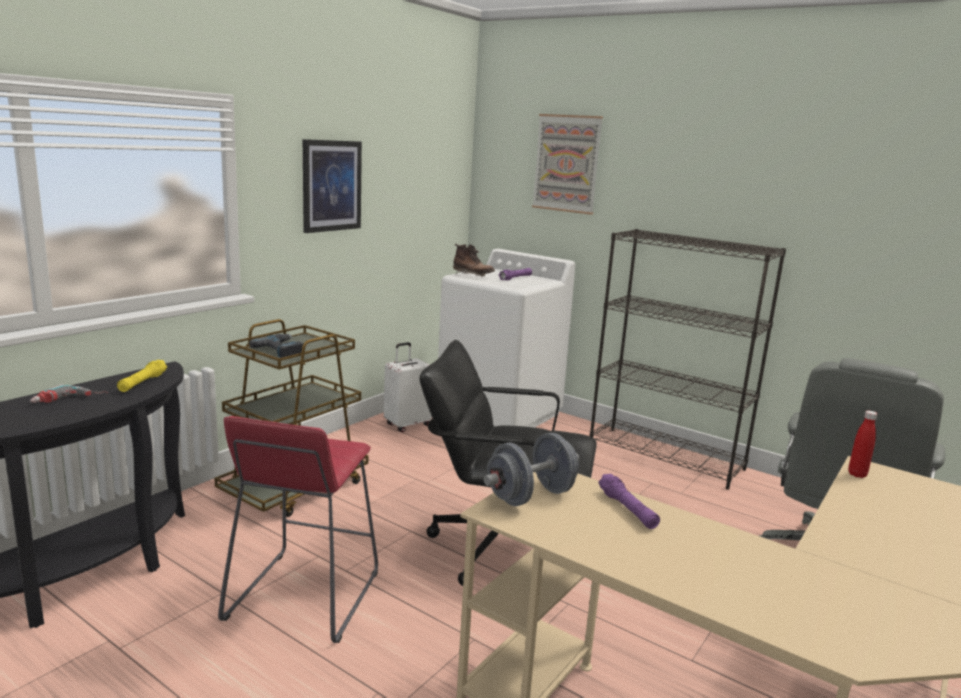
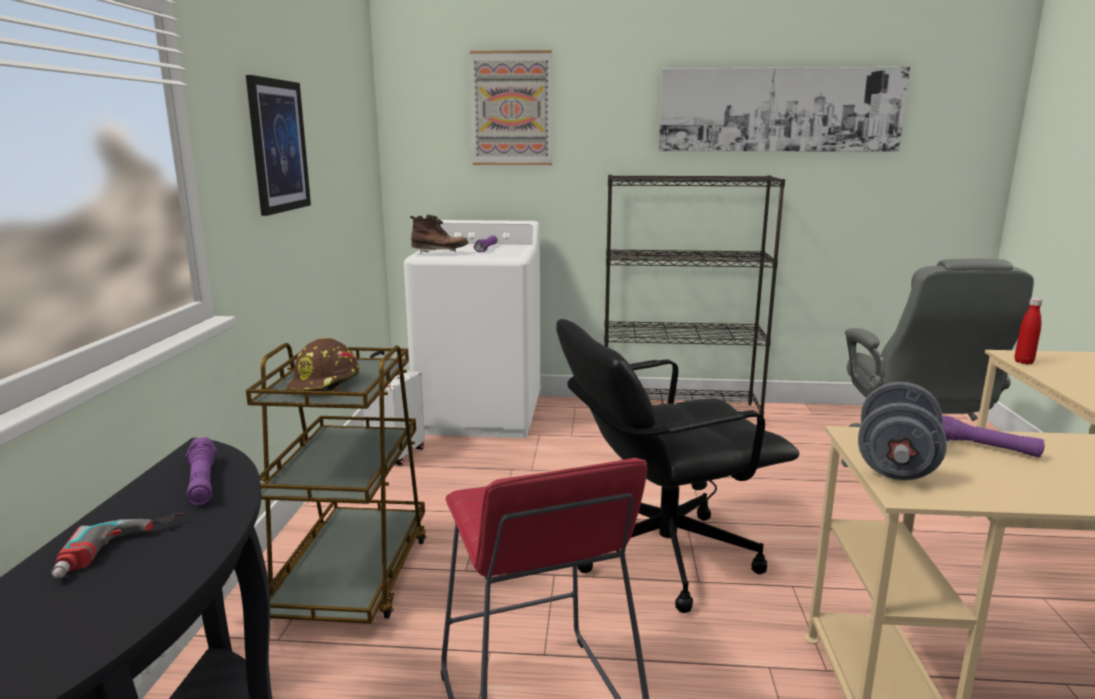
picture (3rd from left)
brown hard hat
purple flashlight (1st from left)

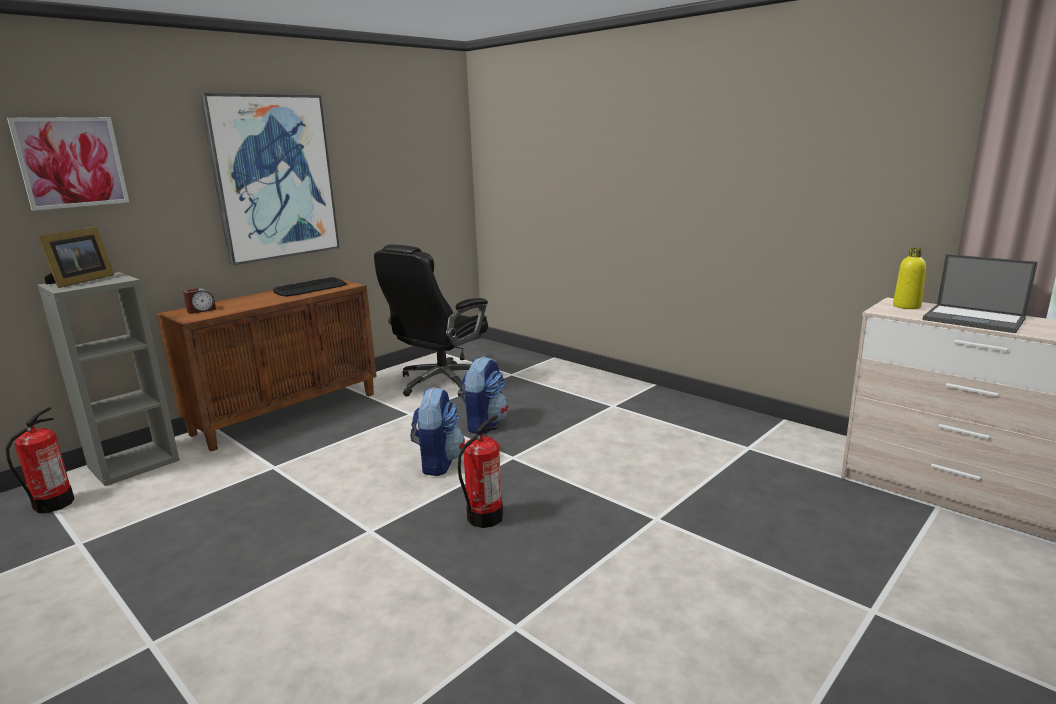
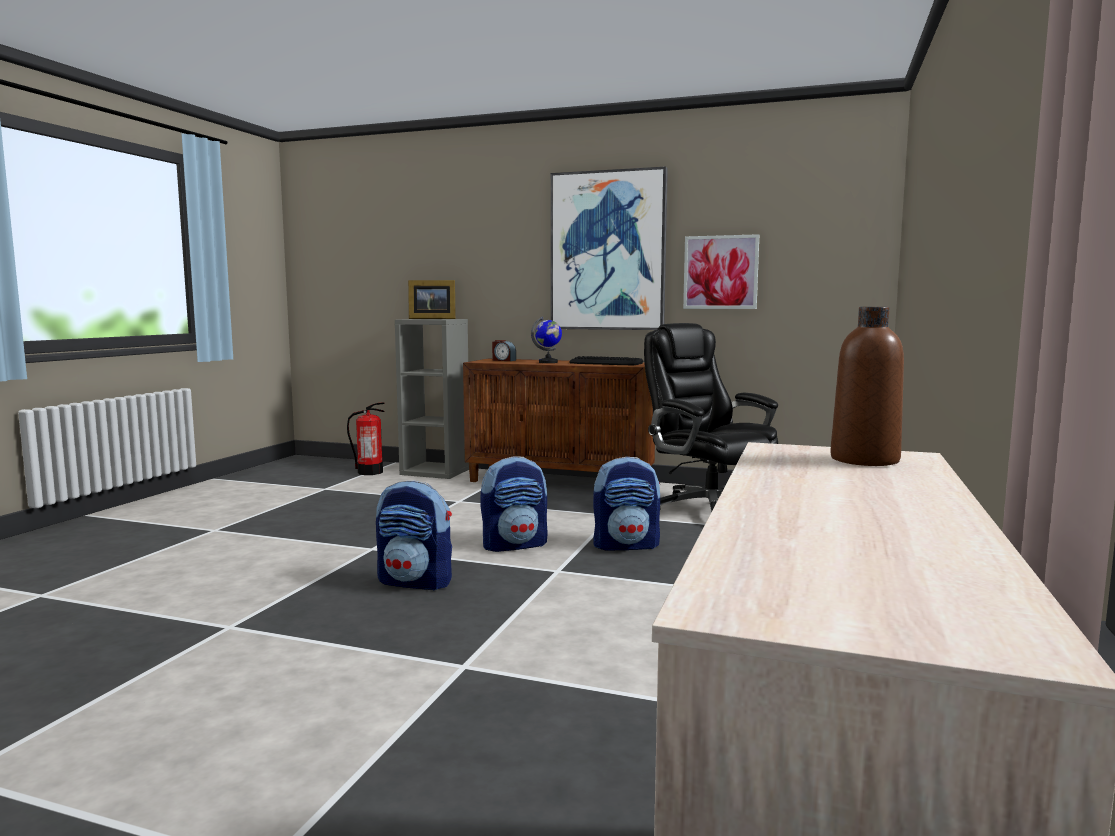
laptop
globe
picture (2nd from left)
backpack (1st from left)
brown bottle
black office chair

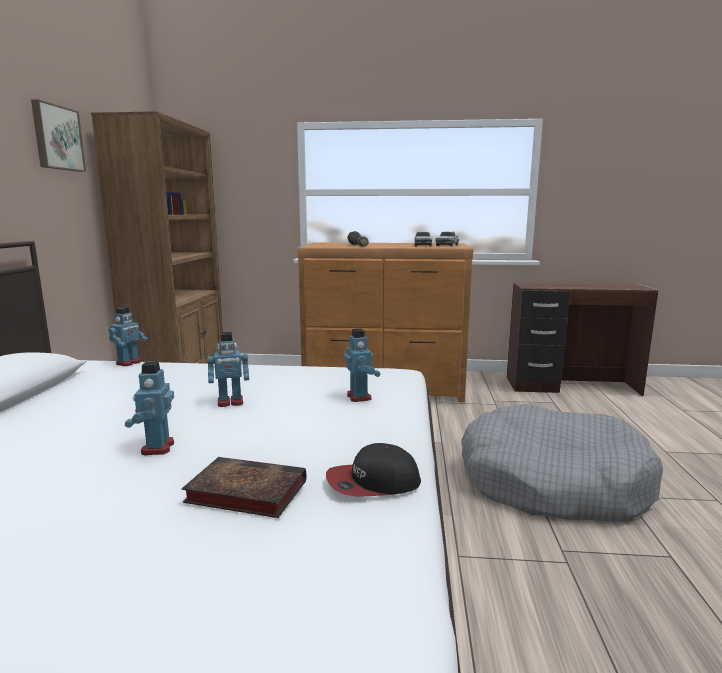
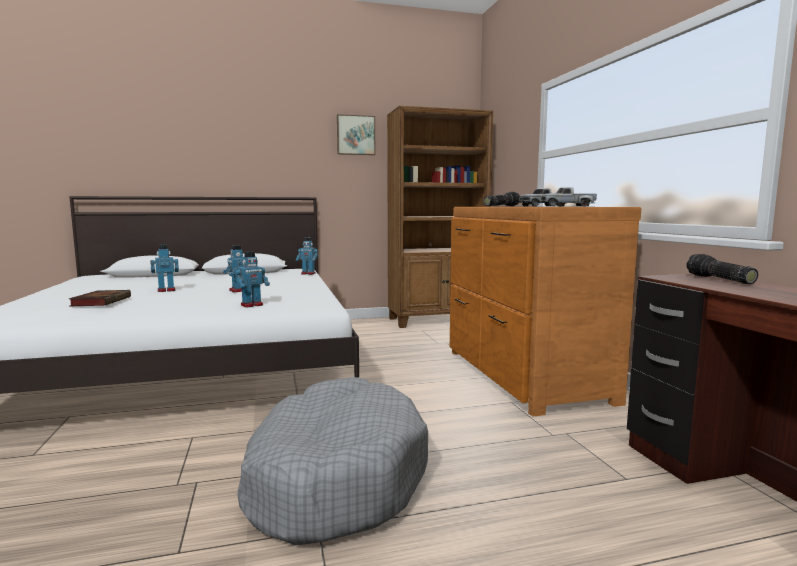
cap
flashlight (2nd from left)

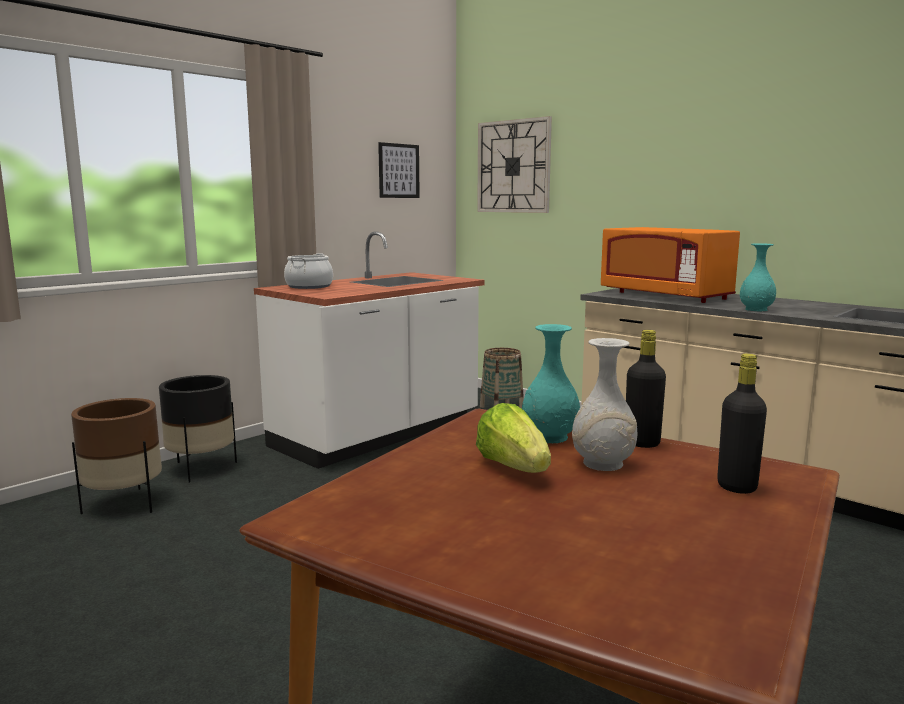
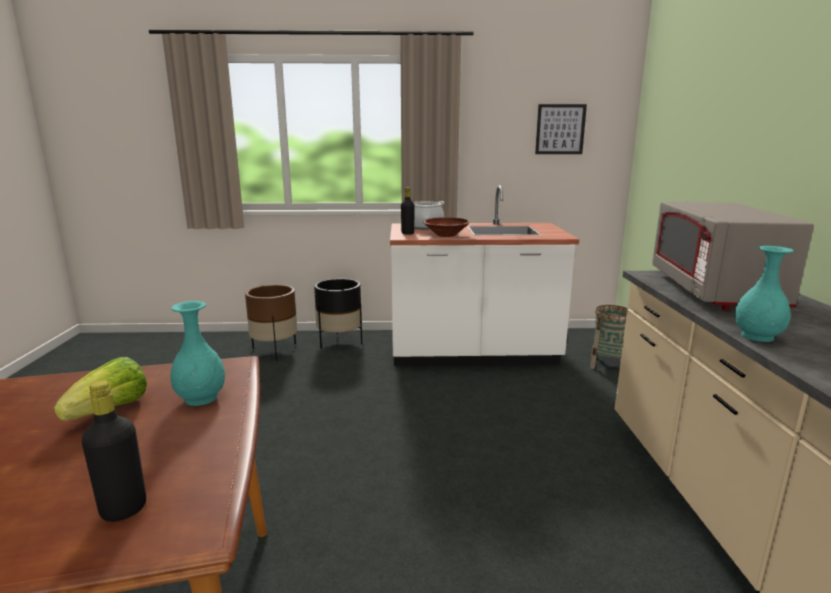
wall clock
white vase
brown bowl
black bottle (2nd from left)
grey microwave

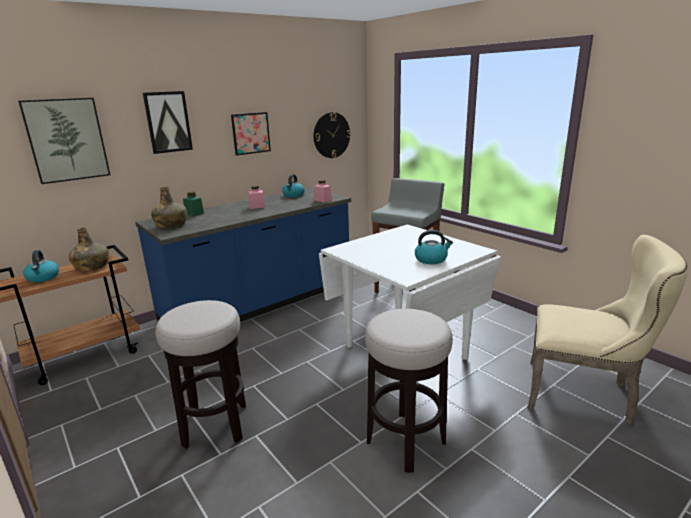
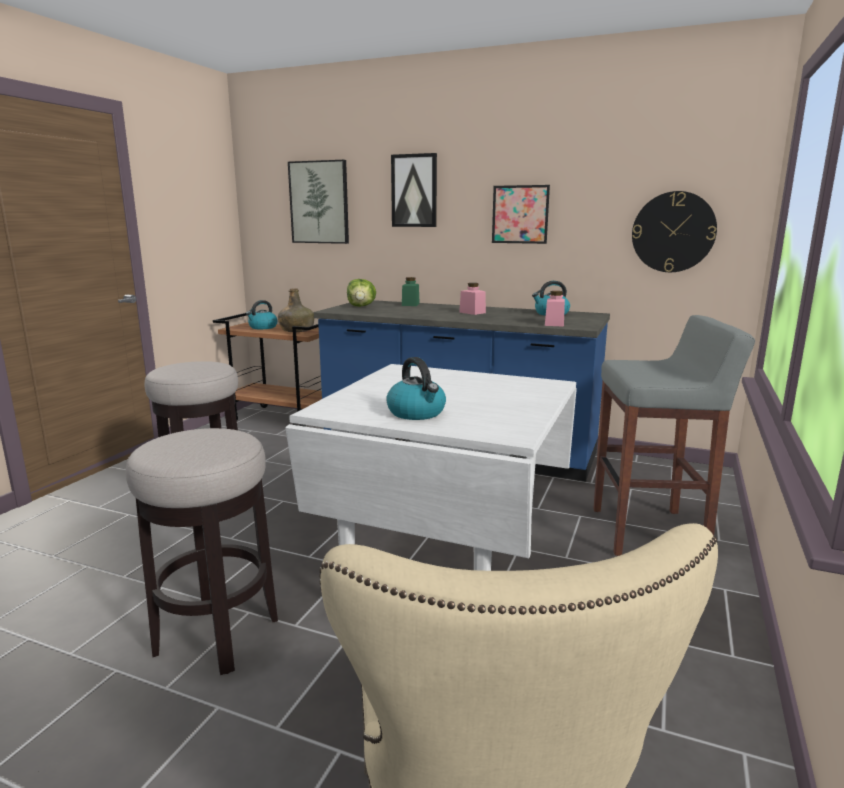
lettuce

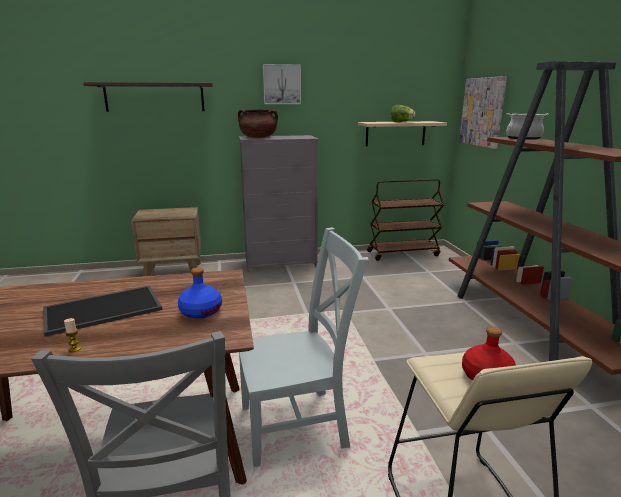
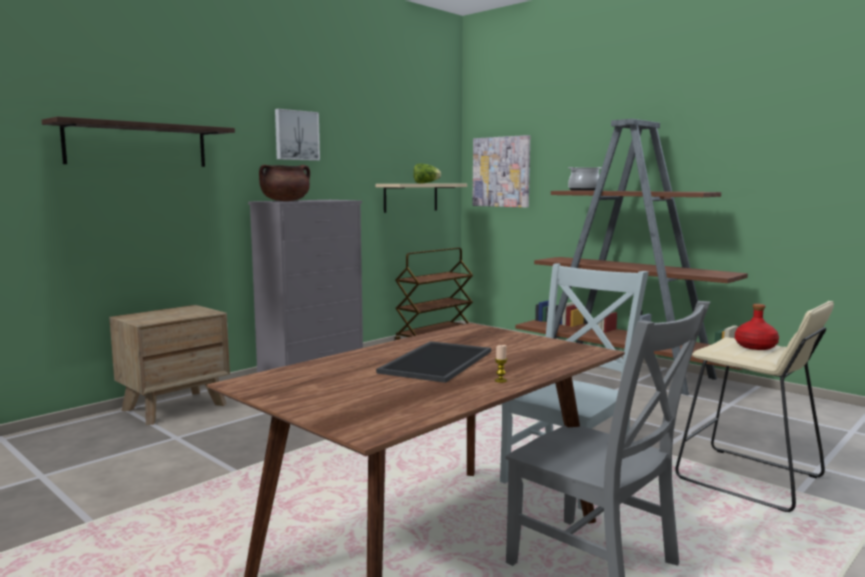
blue bottle

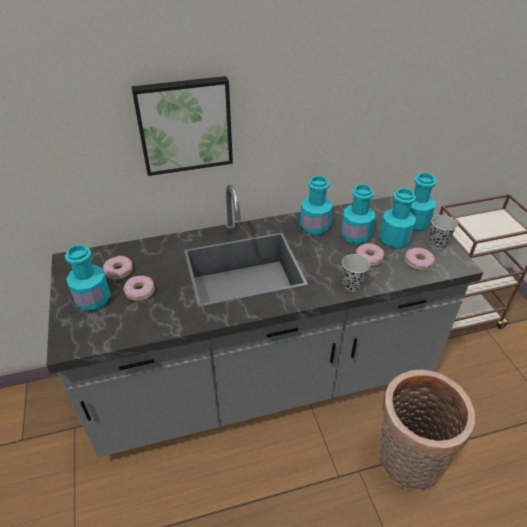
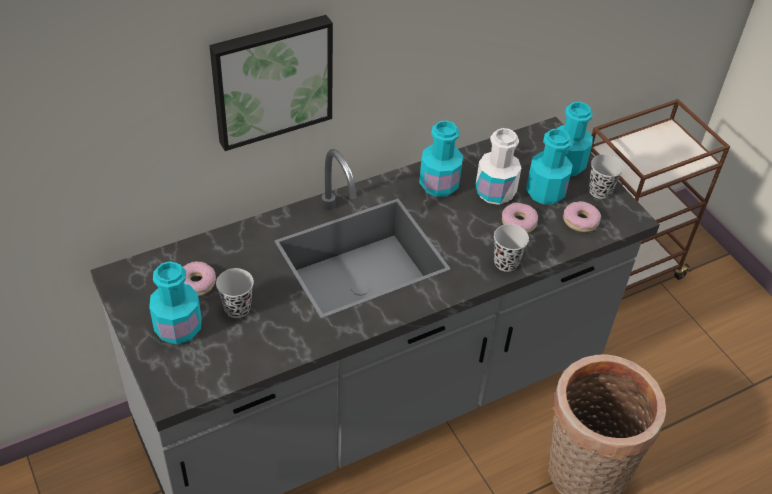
black cup (1st from left)
white bottle

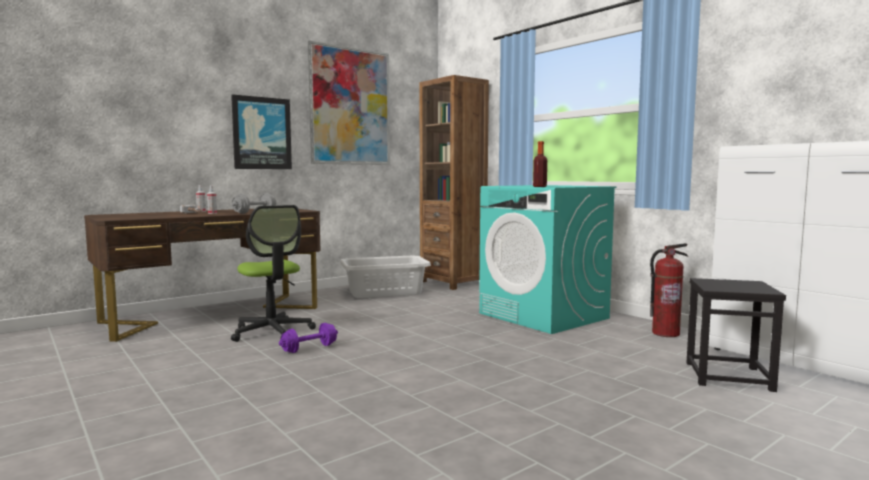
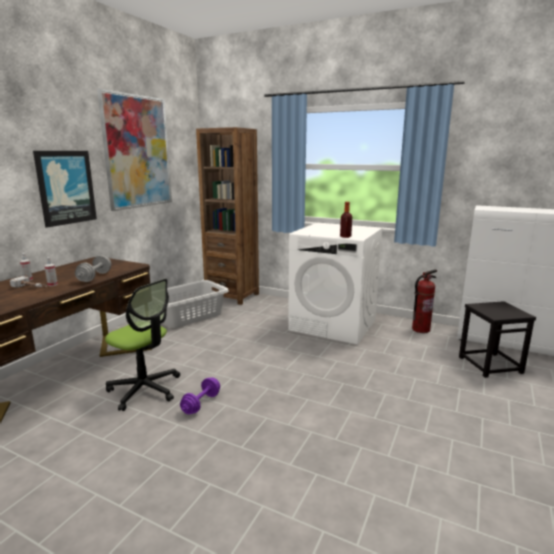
white washing machine

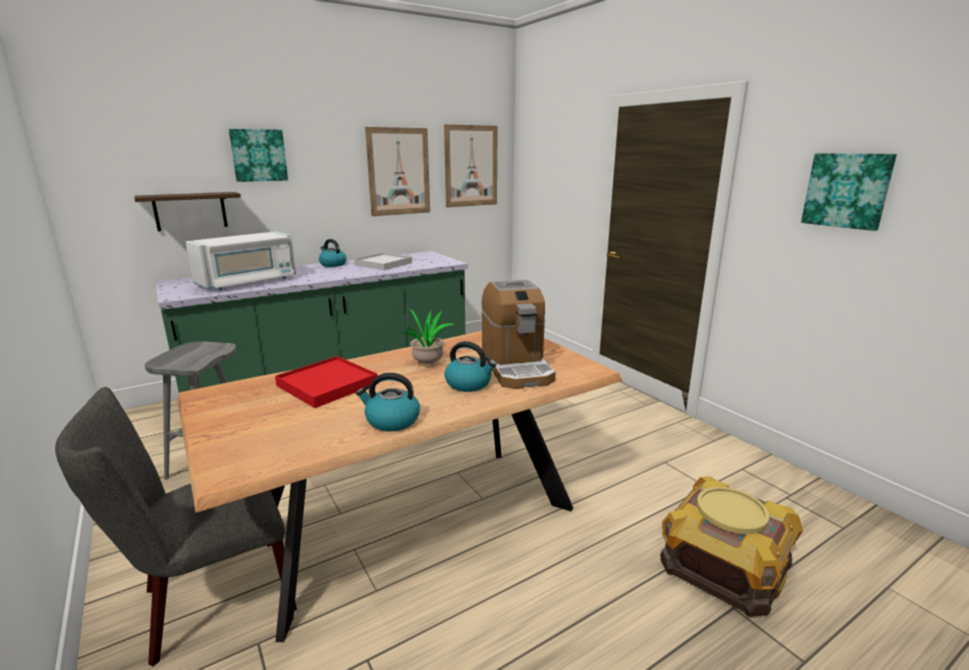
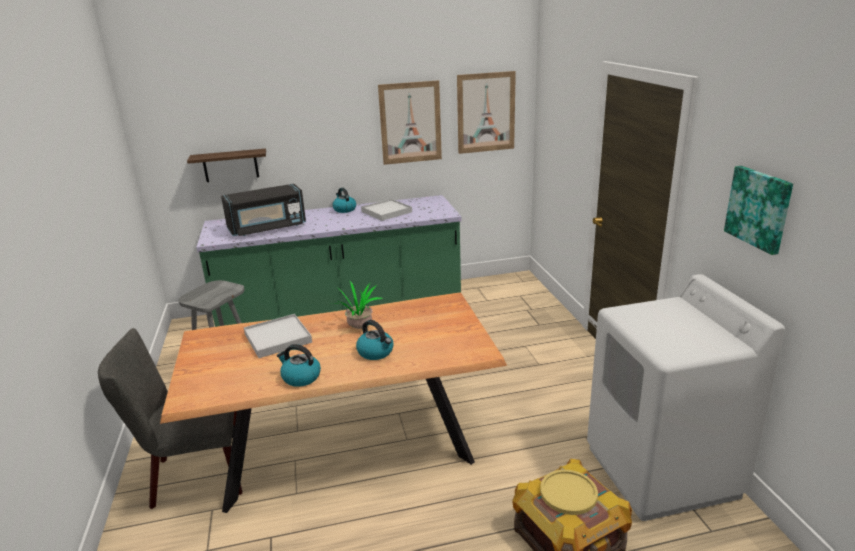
picture (1st from left in the first image)
coffee machine
white washing machine
black microwave
white tray (1st from left)

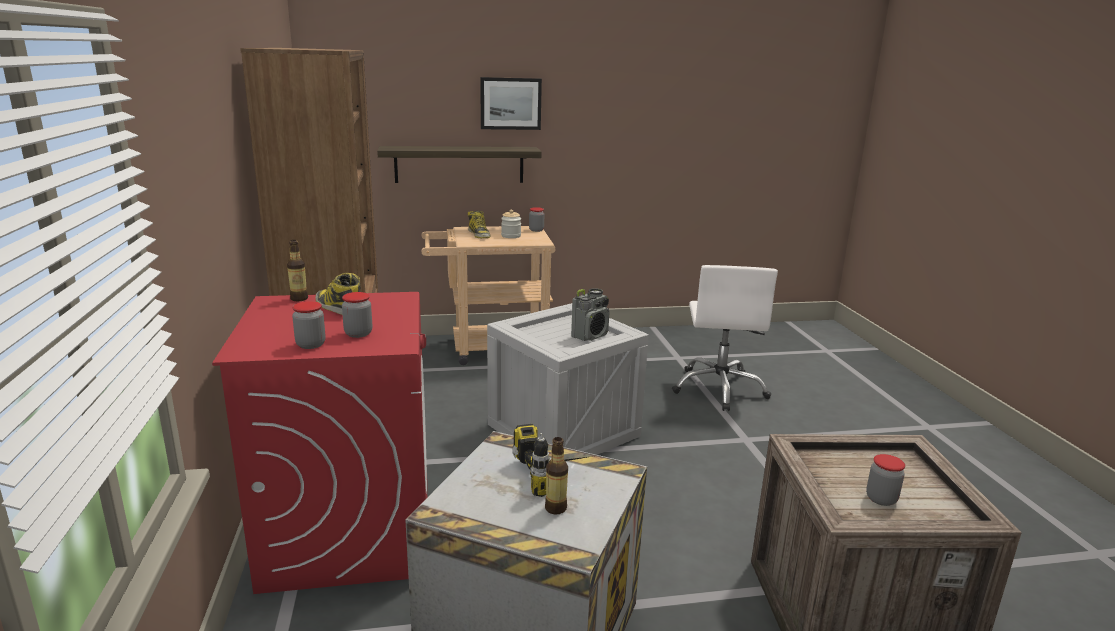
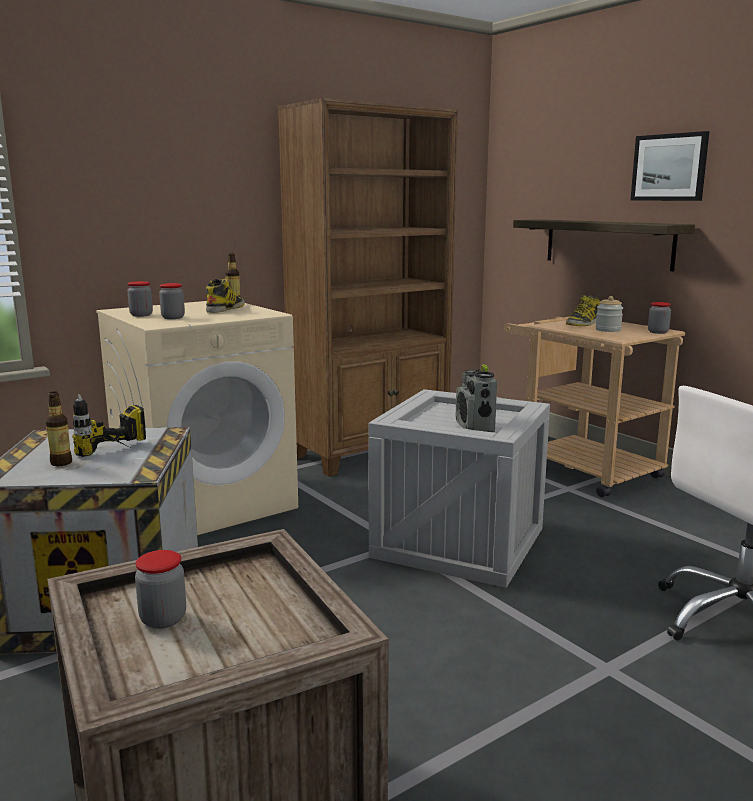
beige washing machine
radio

